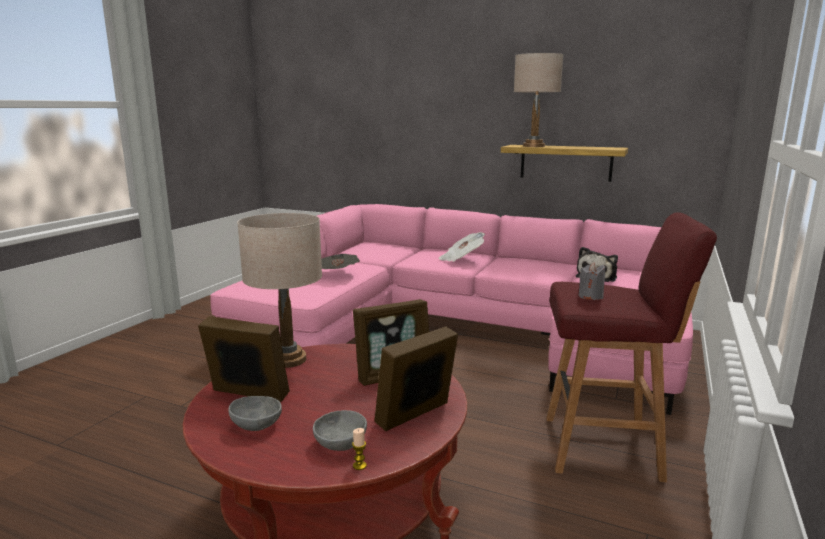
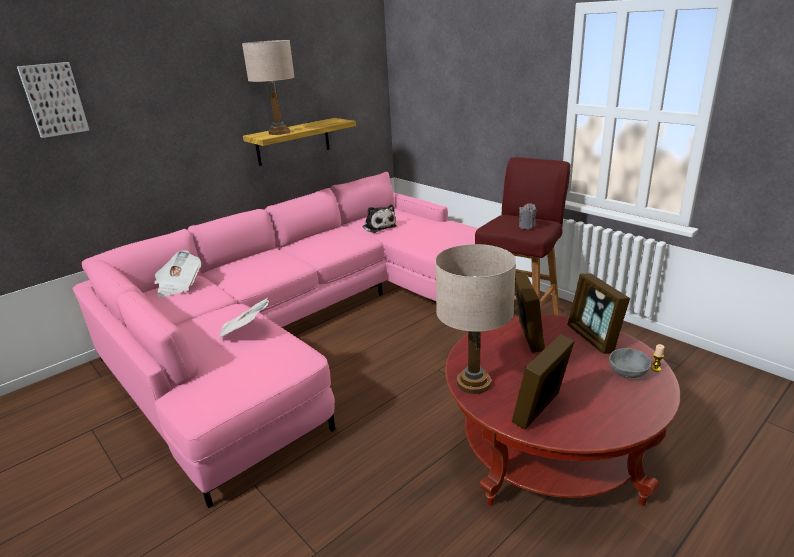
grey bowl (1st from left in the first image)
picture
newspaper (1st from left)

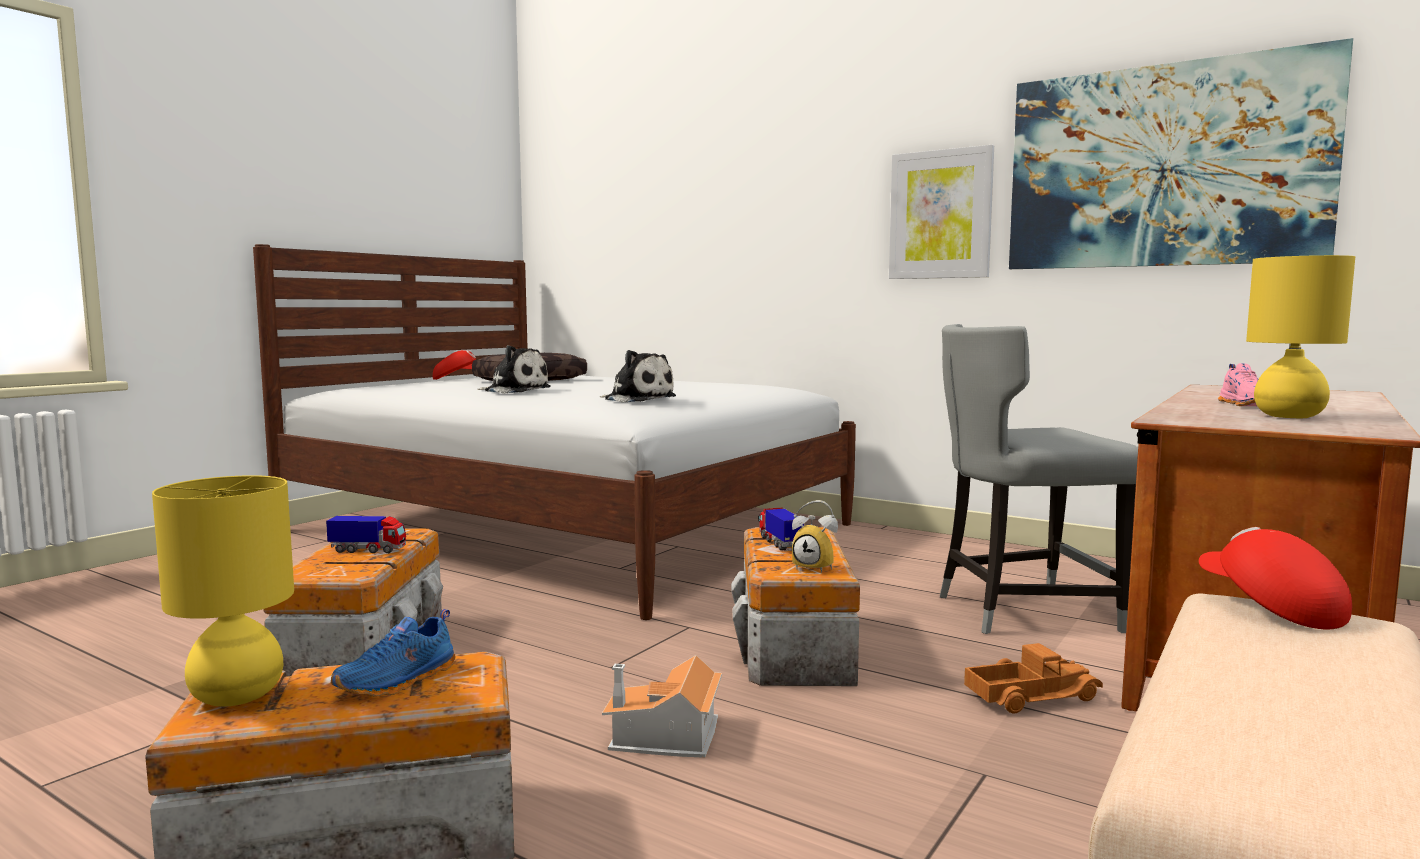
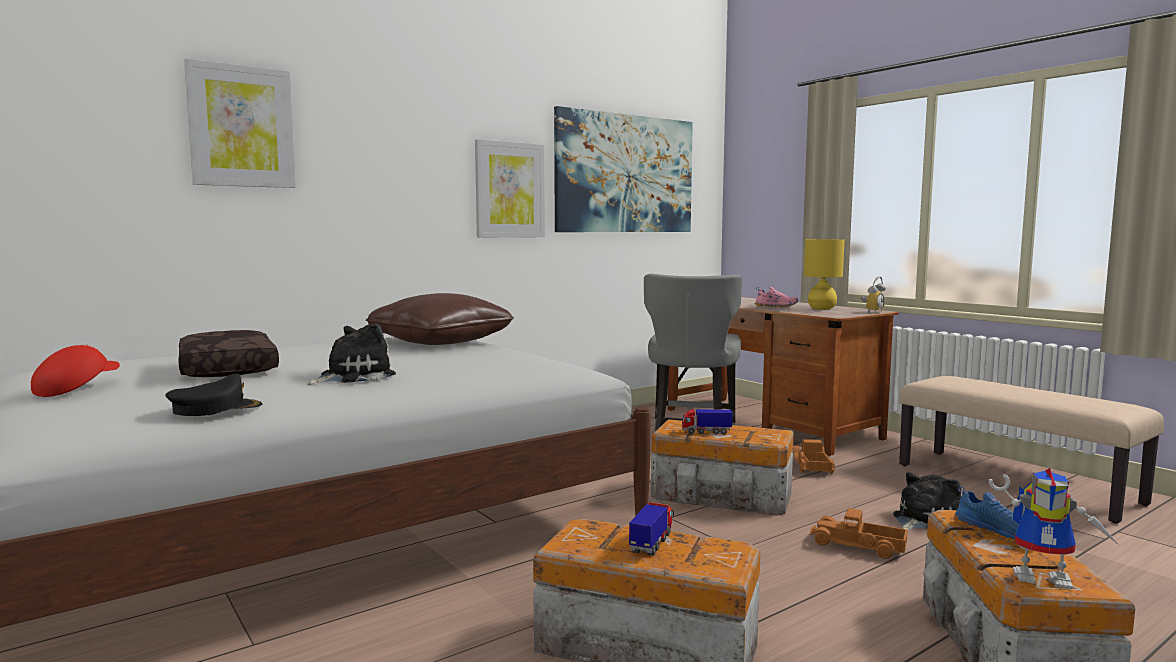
red cap (2nd from left in the first image)
black cap
picture (1st from left)
brown pillow (2nd from left)
plush toy (2nd from left)
alarm clock
toy robot
toy truck (4th from left)

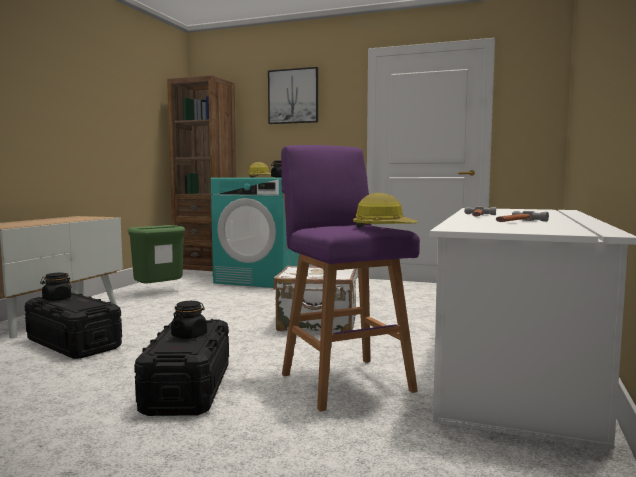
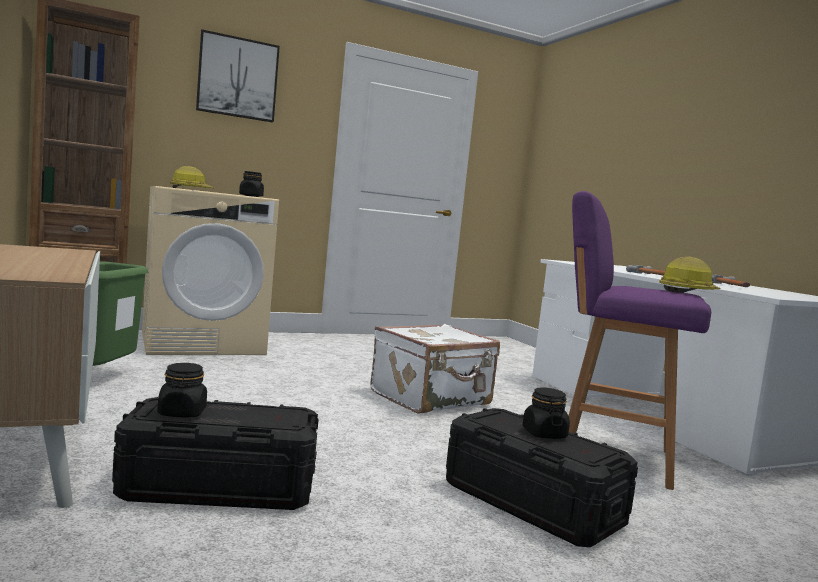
beige washing machine

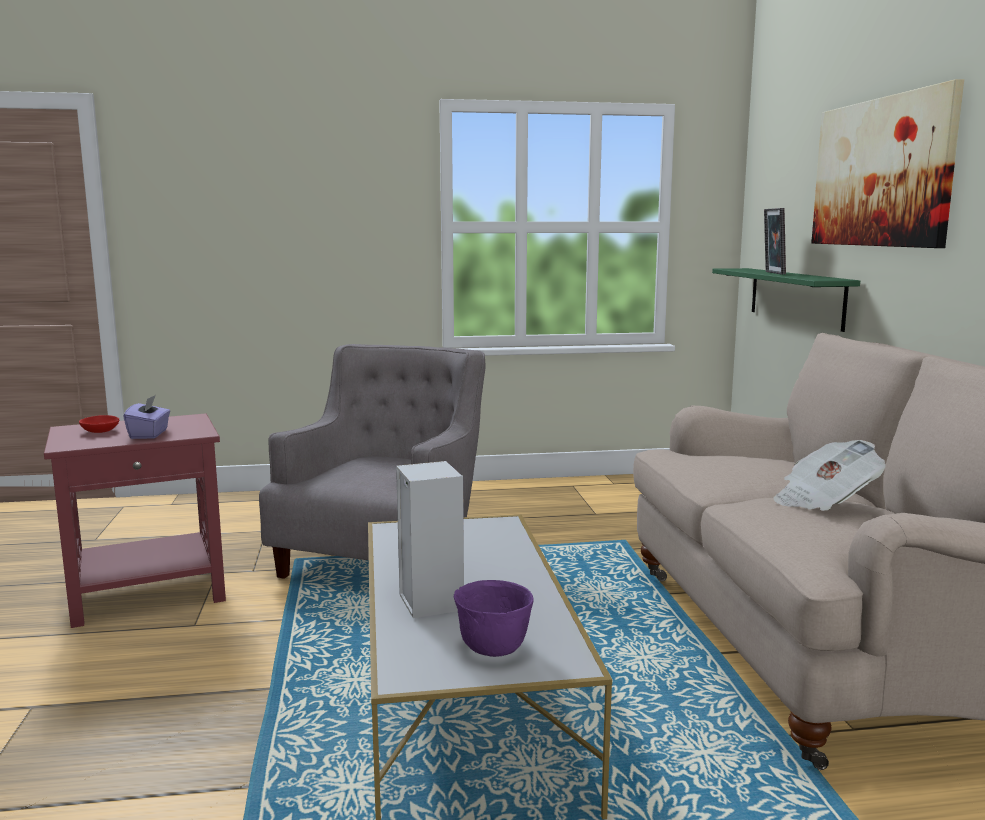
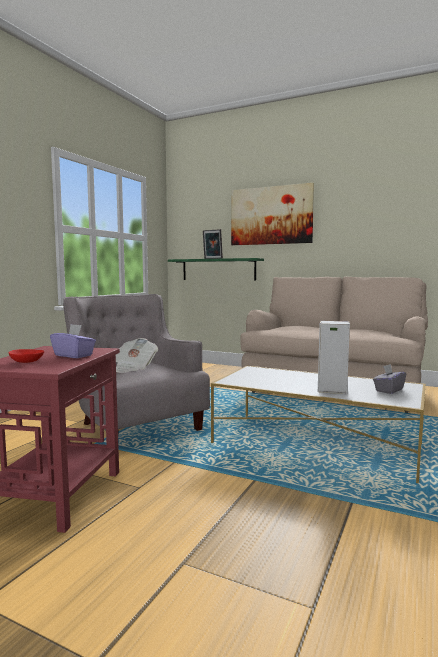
newspaper
grey tissue box

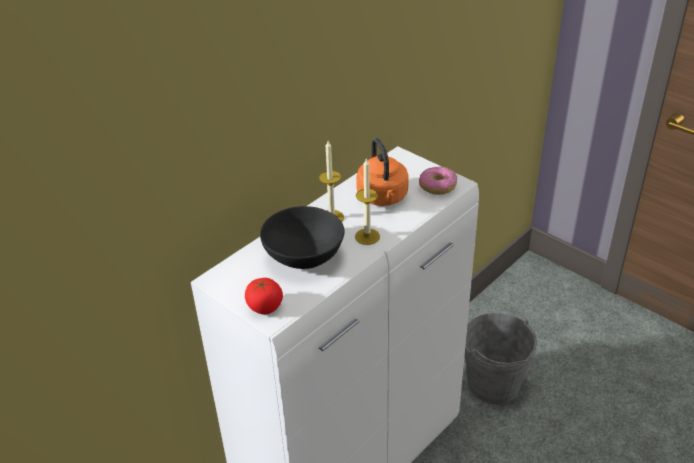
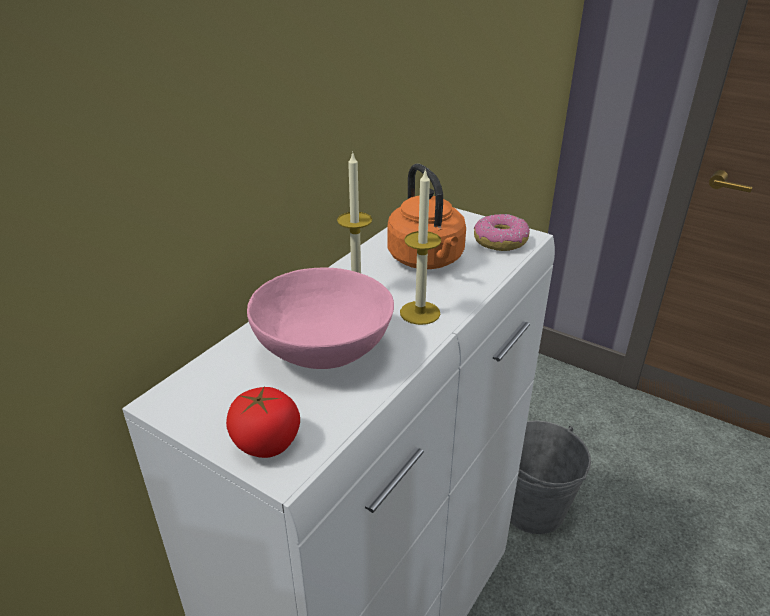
pink bowl

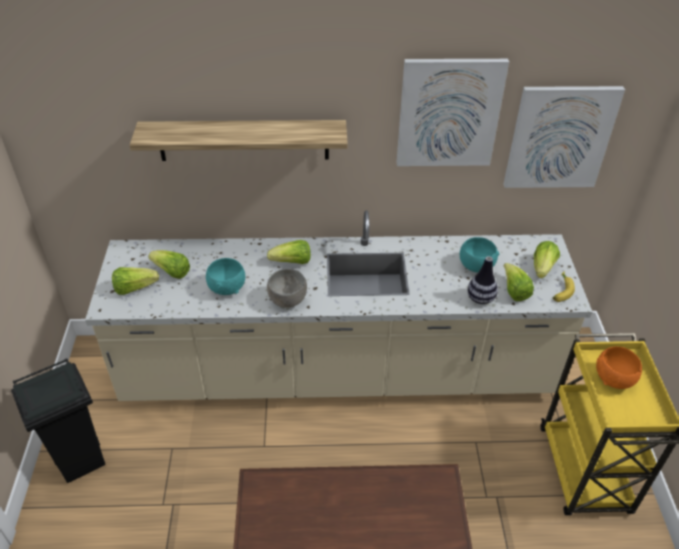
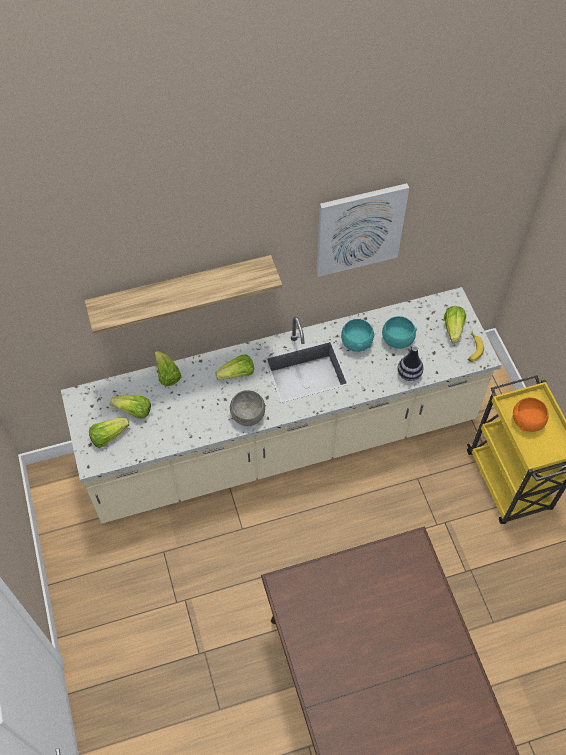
black trash can
picture (2nd from left in the first image)
turquoise bowl (1st from left)
lettuce (3rd from left)

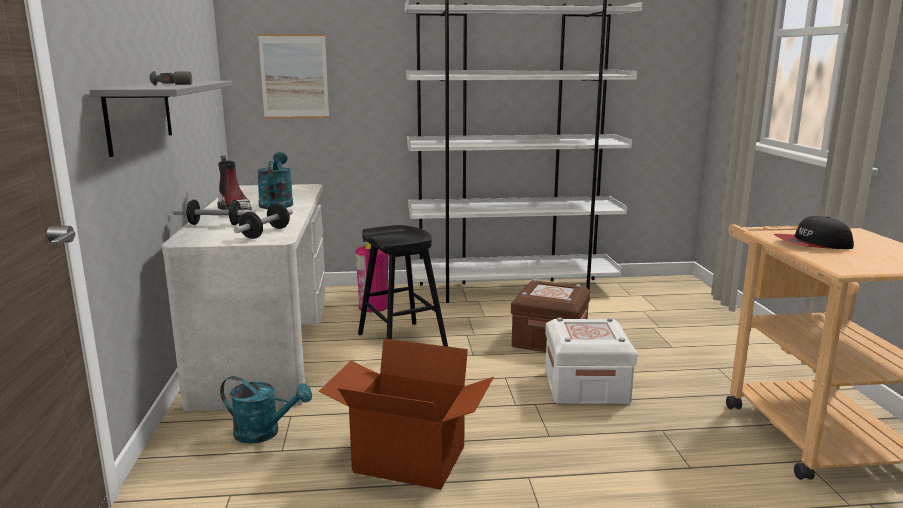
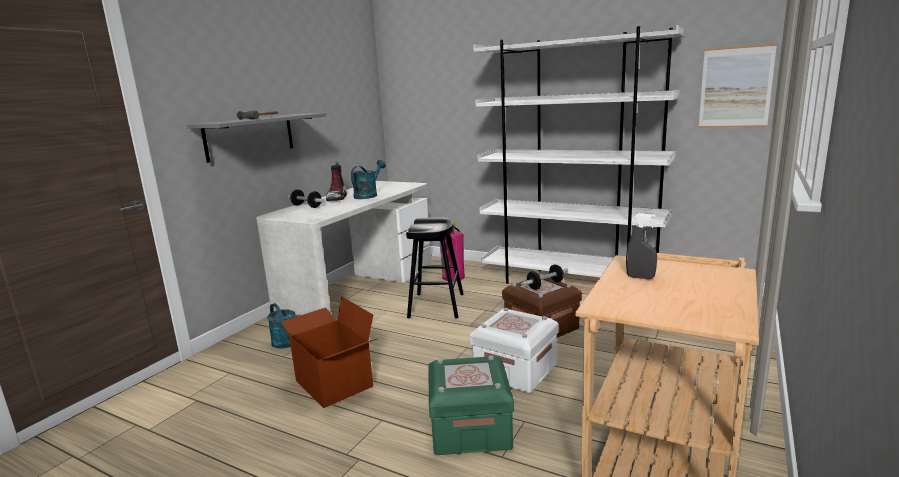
green storage box
dumbbell (2nd from left)
picture
grey spray bottle

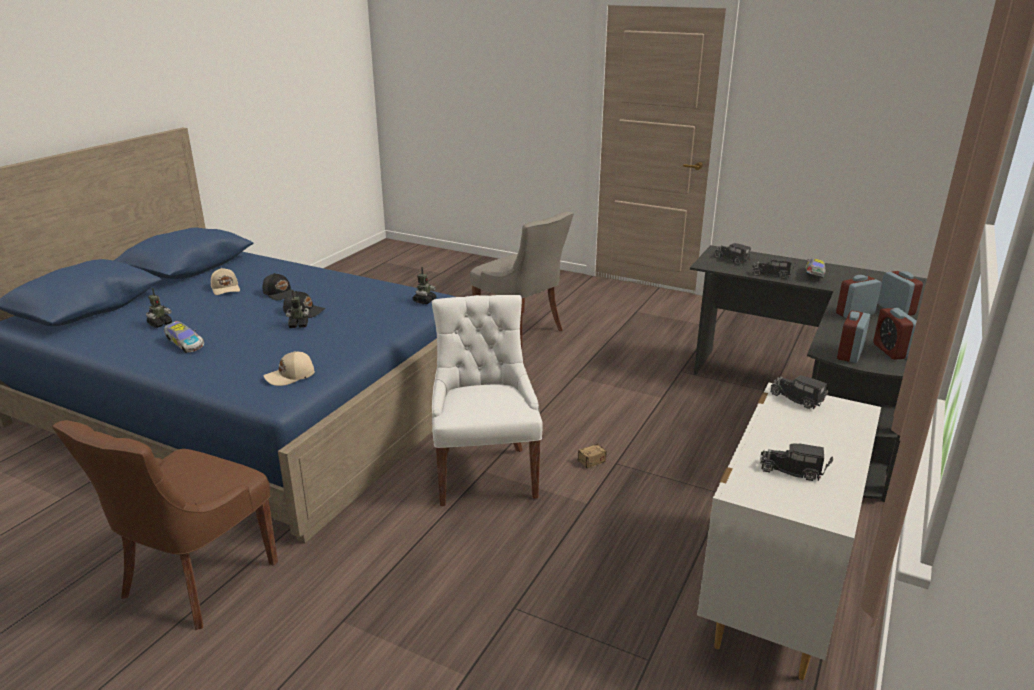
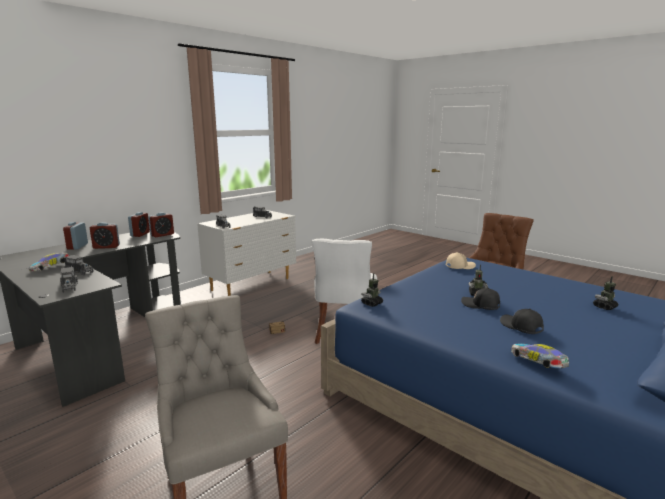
beige cap (1st from left in the first image)
toy car (2nd from left)

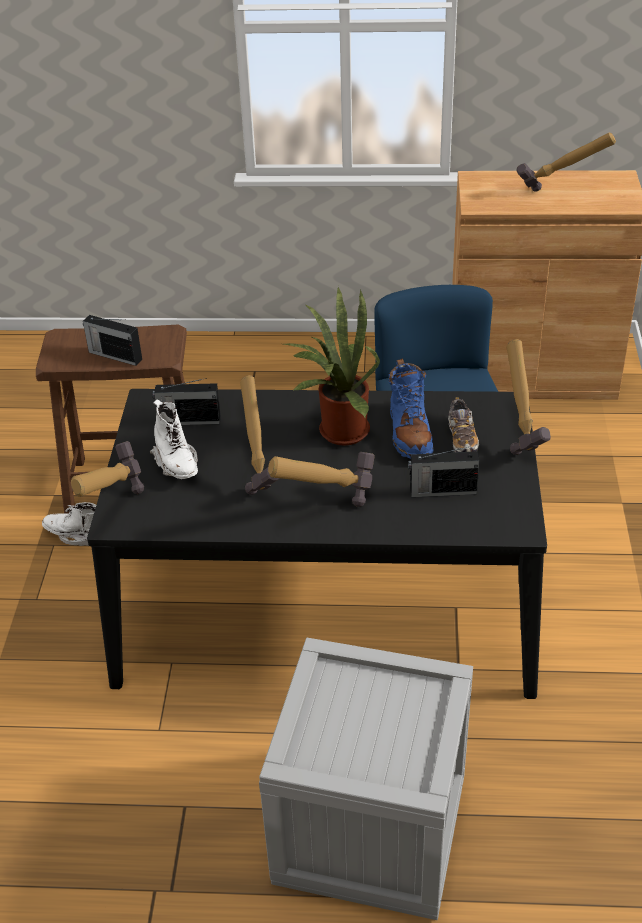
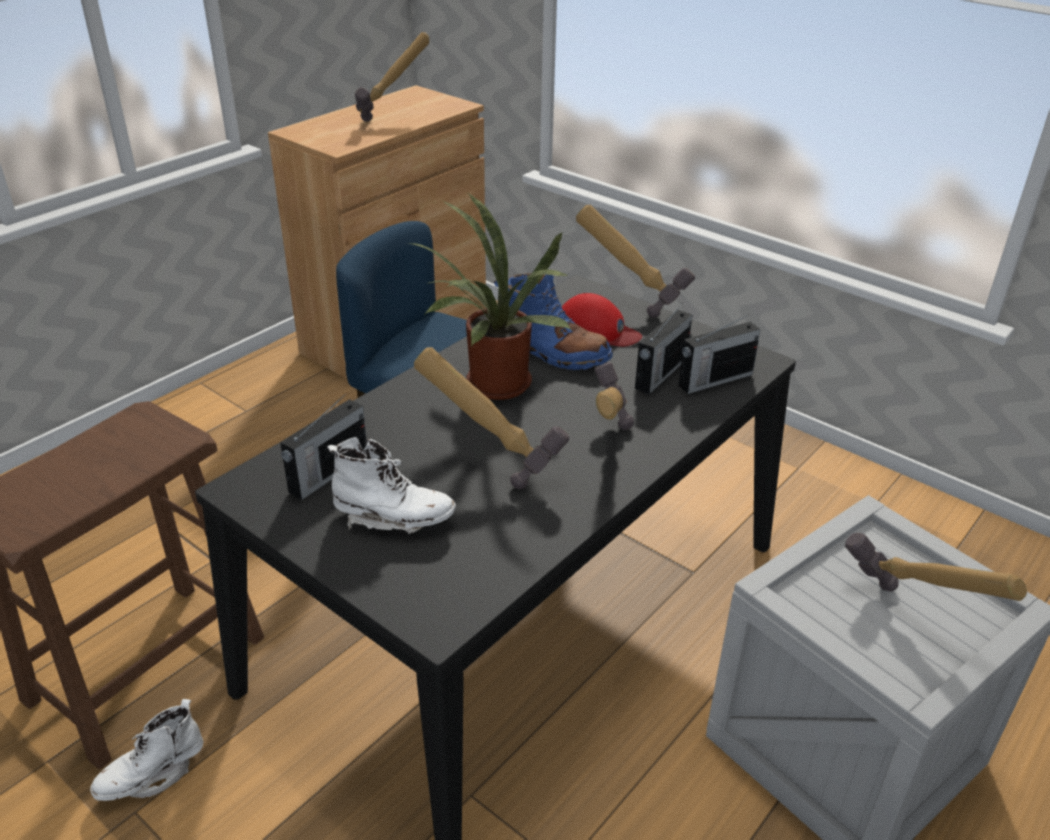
hammer (5th from left)
radio (3rd from left)
red cap

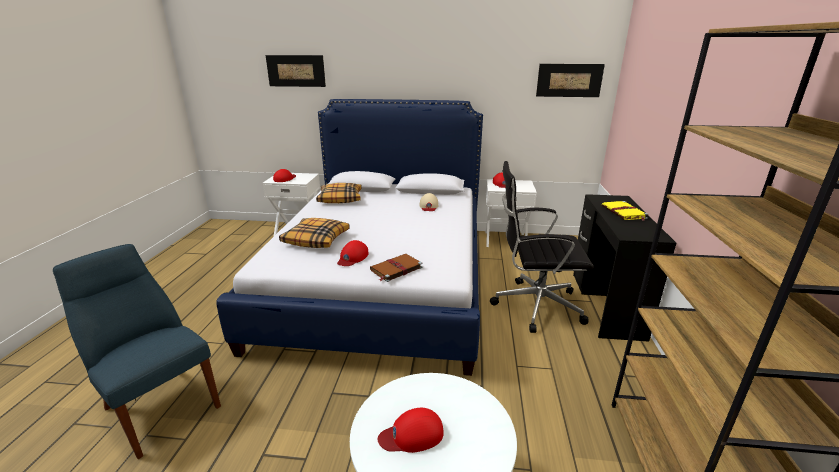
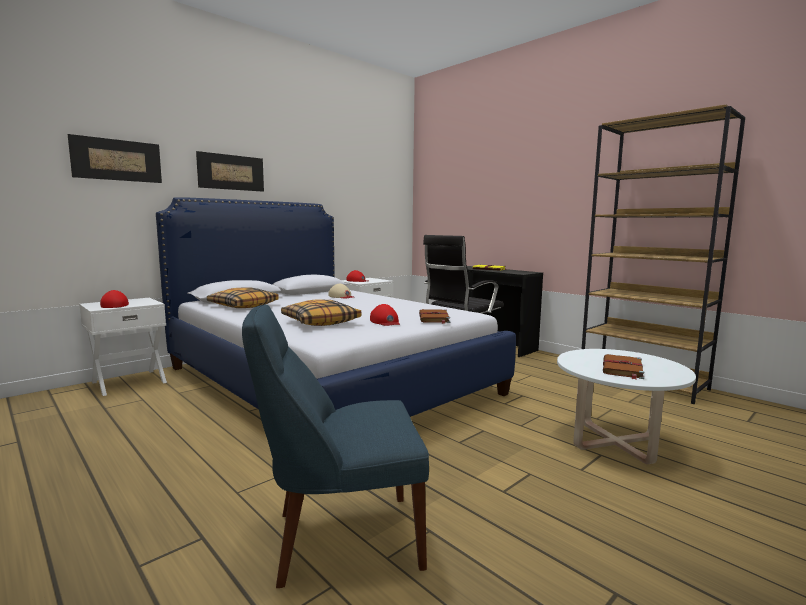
picture (2nd from left)
brown book (2nd from left)

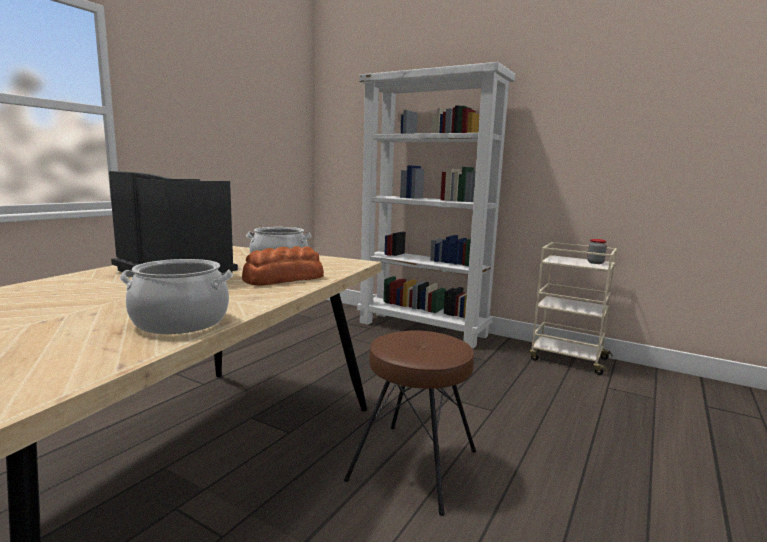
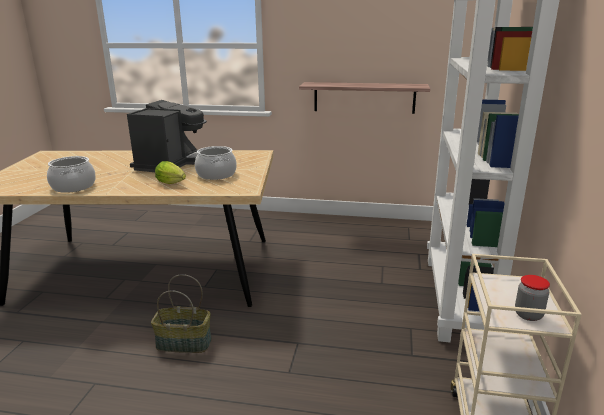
shelf
lettuce
basket

